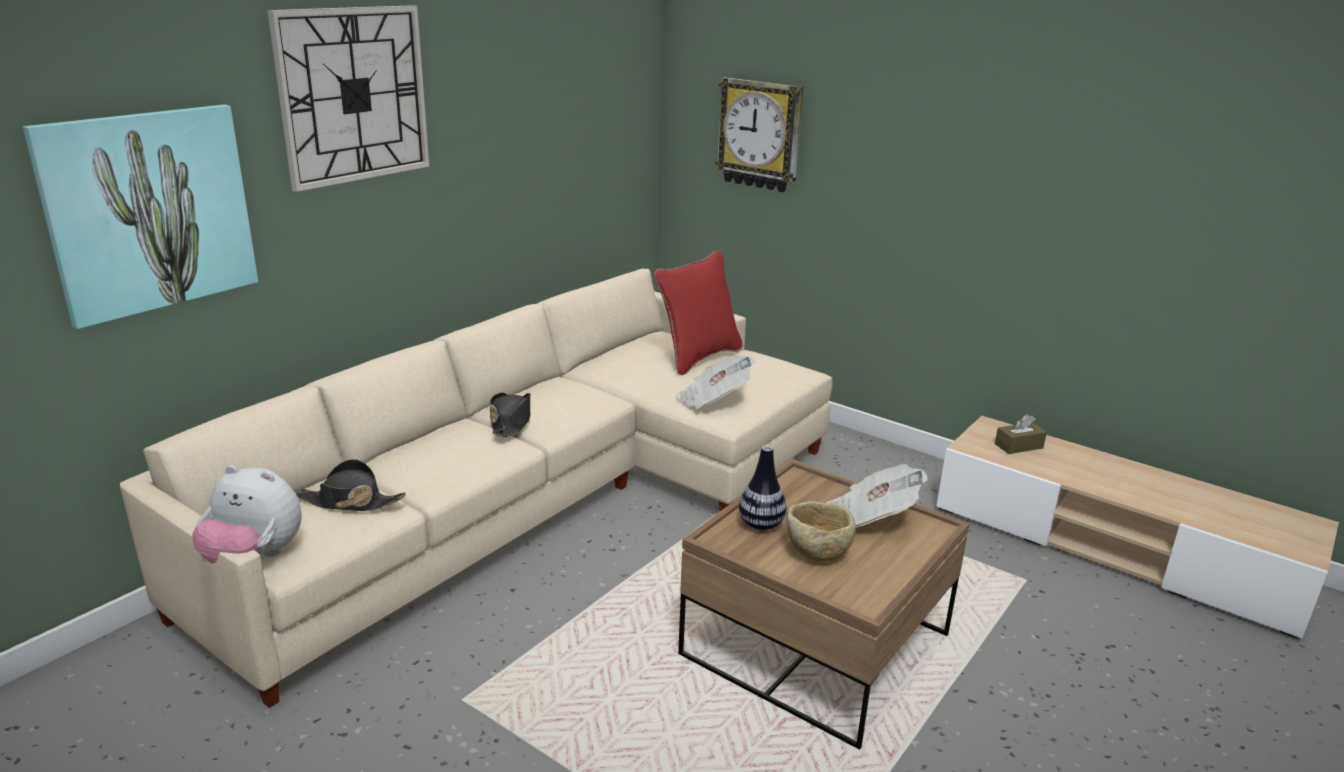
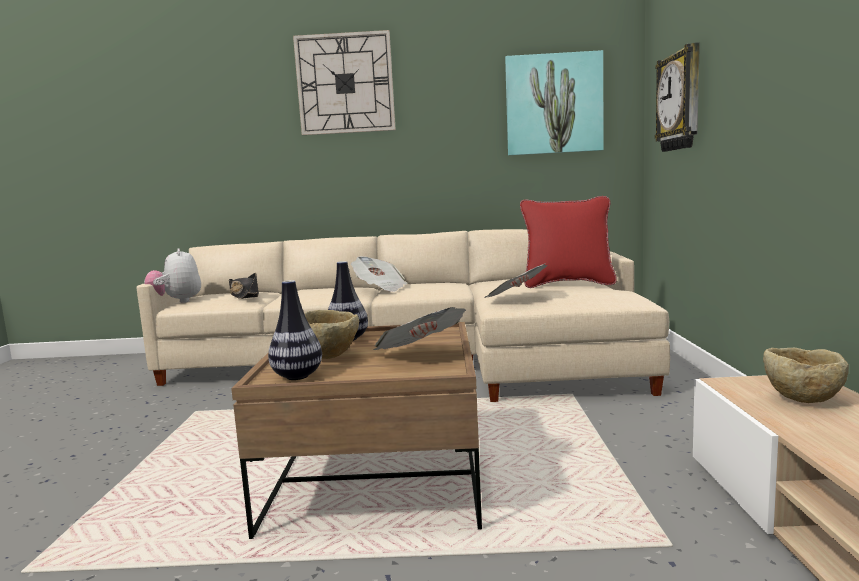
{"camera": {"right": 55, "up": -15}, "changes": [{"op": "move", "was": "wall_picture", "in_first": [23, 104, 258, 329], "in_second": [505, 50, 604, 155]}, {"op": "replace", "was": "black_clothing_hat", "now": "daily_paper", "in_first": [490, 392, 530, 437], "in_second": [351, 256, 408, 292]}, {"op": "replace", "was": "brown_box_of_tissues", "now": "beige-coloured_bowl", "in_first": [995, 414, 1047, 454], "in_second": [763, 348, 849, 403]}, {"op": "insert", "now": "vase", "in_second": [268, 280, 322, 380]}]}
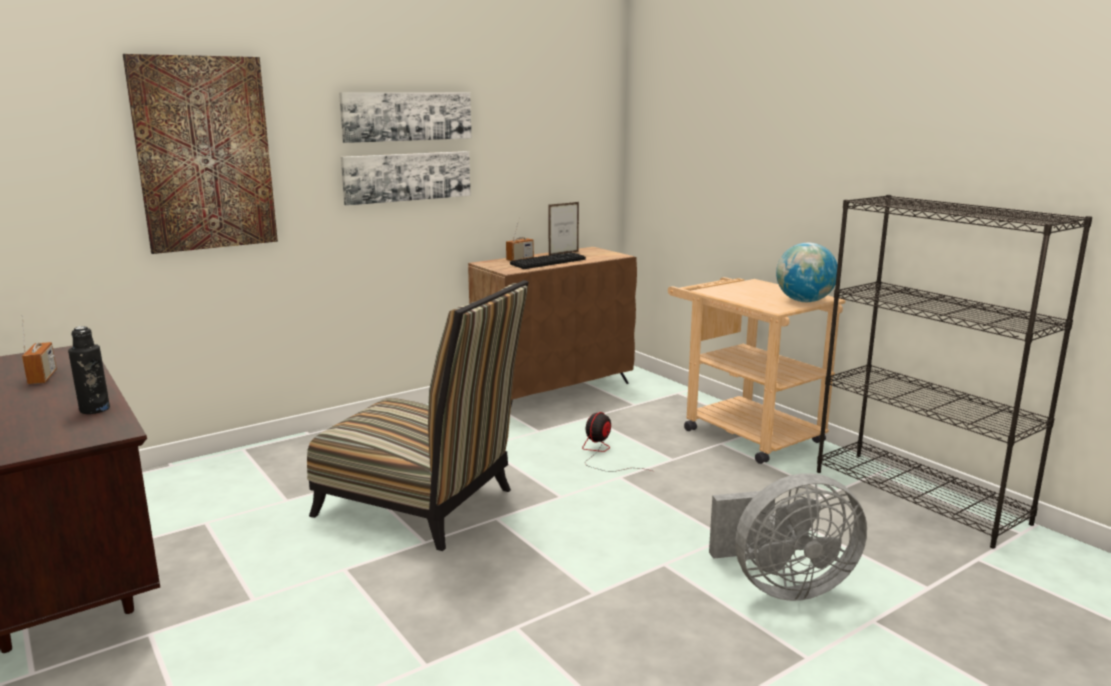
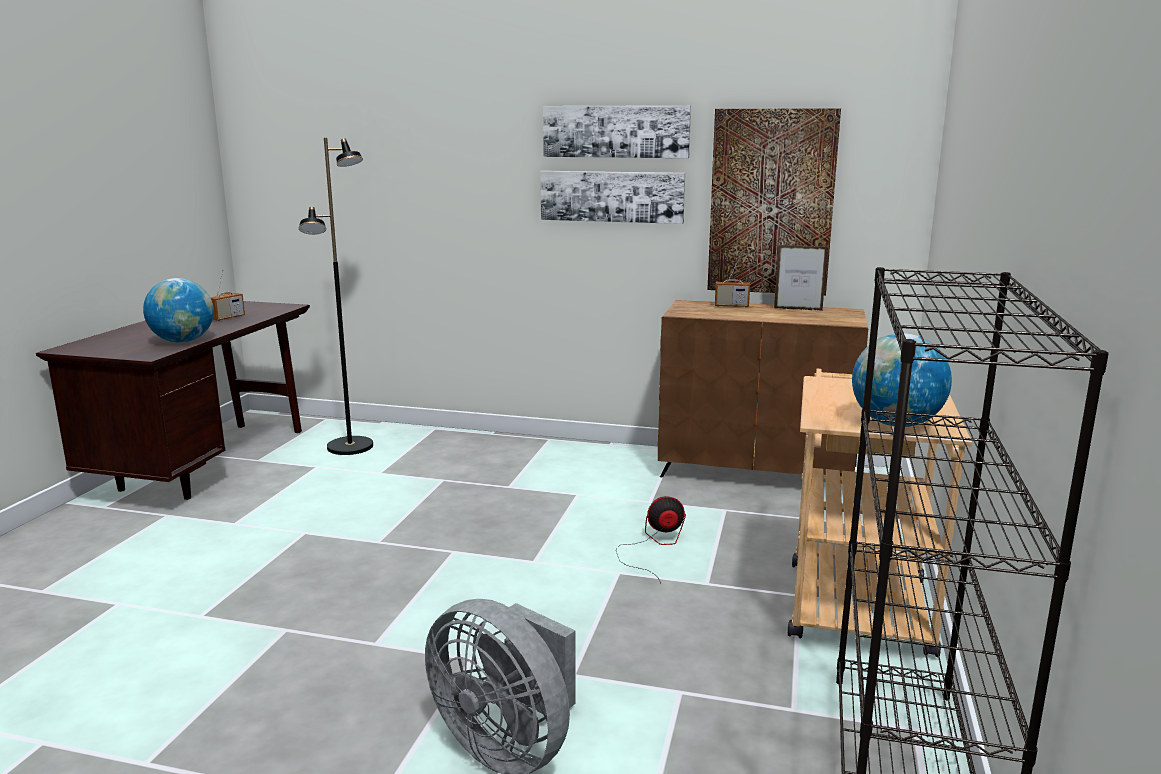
{"camera": {"right": 50, "up": 0}, "changes": [{"op": "move", "was": "wall_picture", "in_first": [123, 54, 278, 254], "in_second": [707, 108, 841, 295]}, {"op": "delete", "was": "PC_keyboard", "in_first": [510, 253, 586, 269]}, {"op": "delete", "was": "chair", "in_first": [307, 280, 529, 551]}, {"op": "replace", "was": "black_bottle", "now": "desk_globe", "in_first": [68, 327, 110, 414], "in_second": [143, 278, 214, 343]}, {"op": "insert", "now": "black_standing_lamp", "in_second": [299, 138, 373, 455]}]}
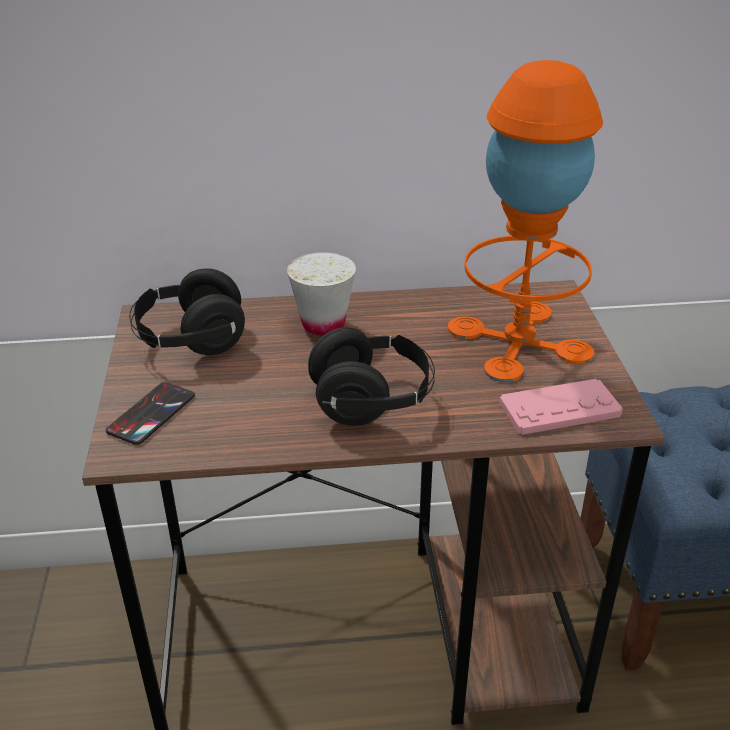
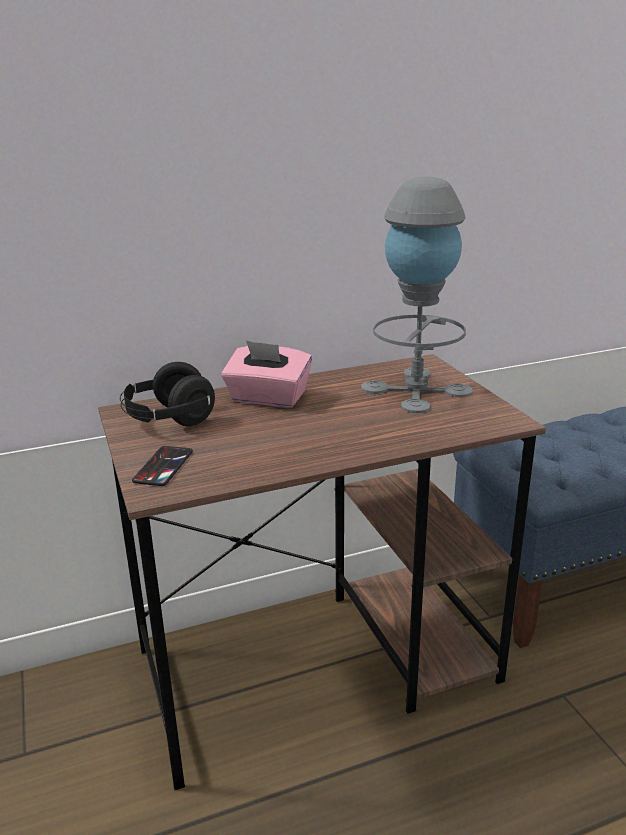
{"camera": {"right": -15, "up": -10}, "changes": [{"op": "recolor", "was": "orange_lamp_for_a_table", "now": "grey_lamp_for_a_table", "in_first": [448, 60, 603, 382], "in_second": [361, 176, 473, 413]}, {"op": "replace", "was": "white_cup", "now": "pink-coloured_box_of_tissues", "in_first": [287, 252, 356, 335], "in_second": [221, 341, 312, 408]}, {"op": "delete", "was": "black_headphones", "in_first": [308, 328, 435, 426]}, {"op": "delete", "was": "pink-coloured_game_controller", "in_first": [499, 379, 623, 435]}]}
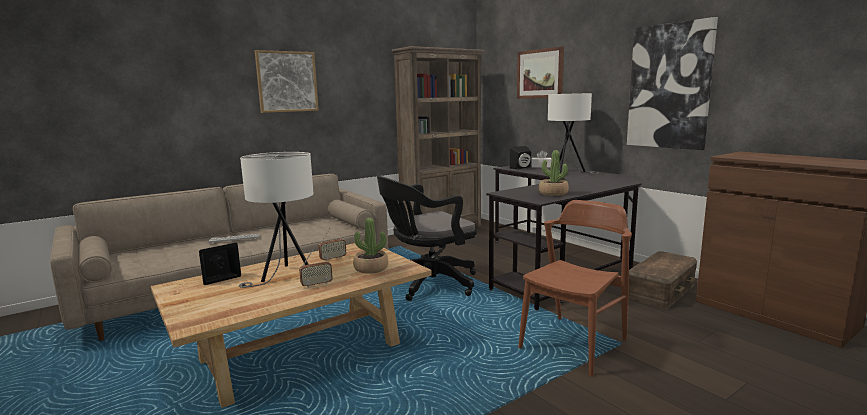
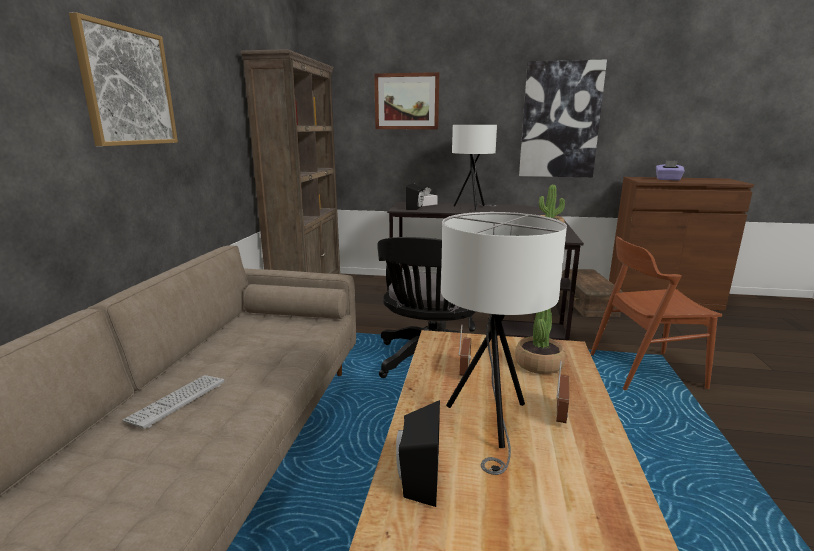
{"camera": {"right": -45, "up": 5}, "changes": [{"op": "rotate", "was": "brown_chair", "in_first": [518, 200, 632, 376], "in_second": [590, 236, 722, 390], "clockwise": -90}, {"op": "insert", "now": "purplish_box_of_tissues", "in_second": [656, 160, 685, 181]}]}
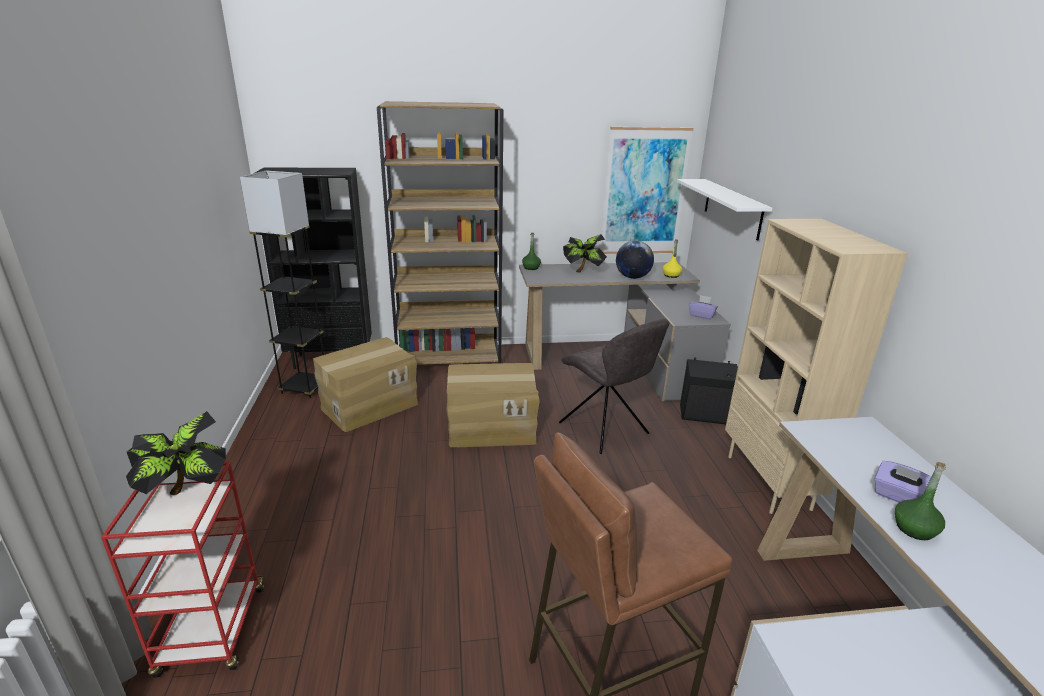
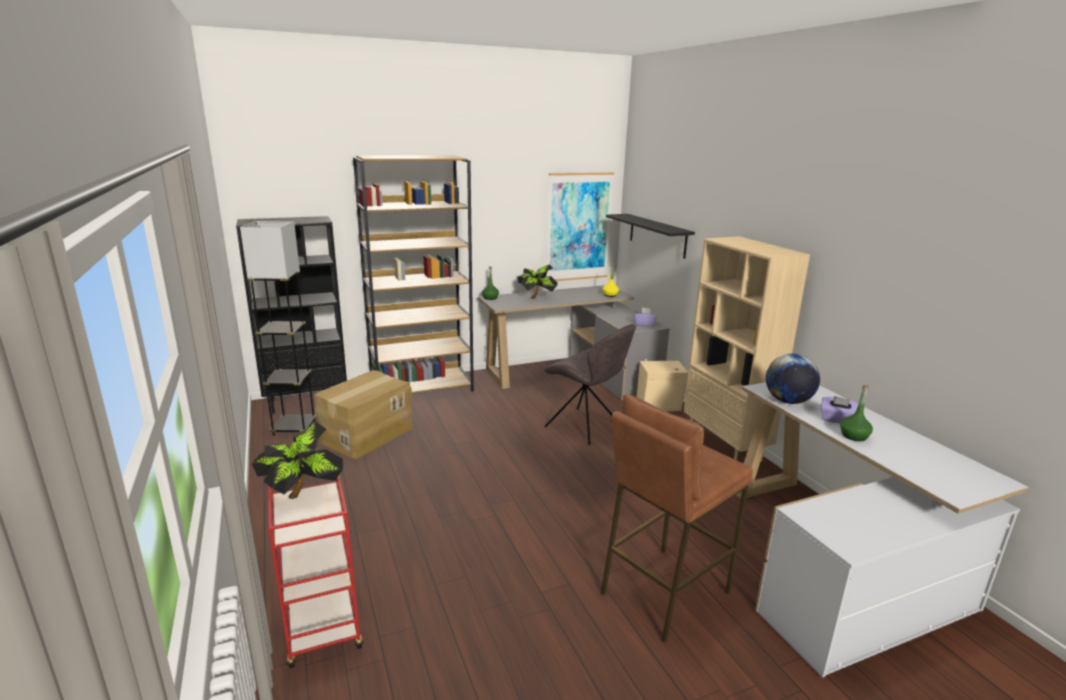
{"camera": {"right": -15, "up": -5}, "changes": [{"op": "recolor", "was": "white_shelf", "now": "black_shelf", "in_first": [677, 179, 772, 240], "in_second": [606, 214, 695, 259]}, {"op": "move", "was": "desk_globe", "in_first": [616, 241, 654, 279], "in_second": [766, 354, 820, 404]}, {"op": "recolor", "was": "black_speaker", "now": "beige-coloured_speaker", "in_first": [680, 358, 738, 424], "in_second": [637, 359, 688, 411]}, {"op": "delete", "was": "carton", "in_first": [447, 363, 540, 447]}]}
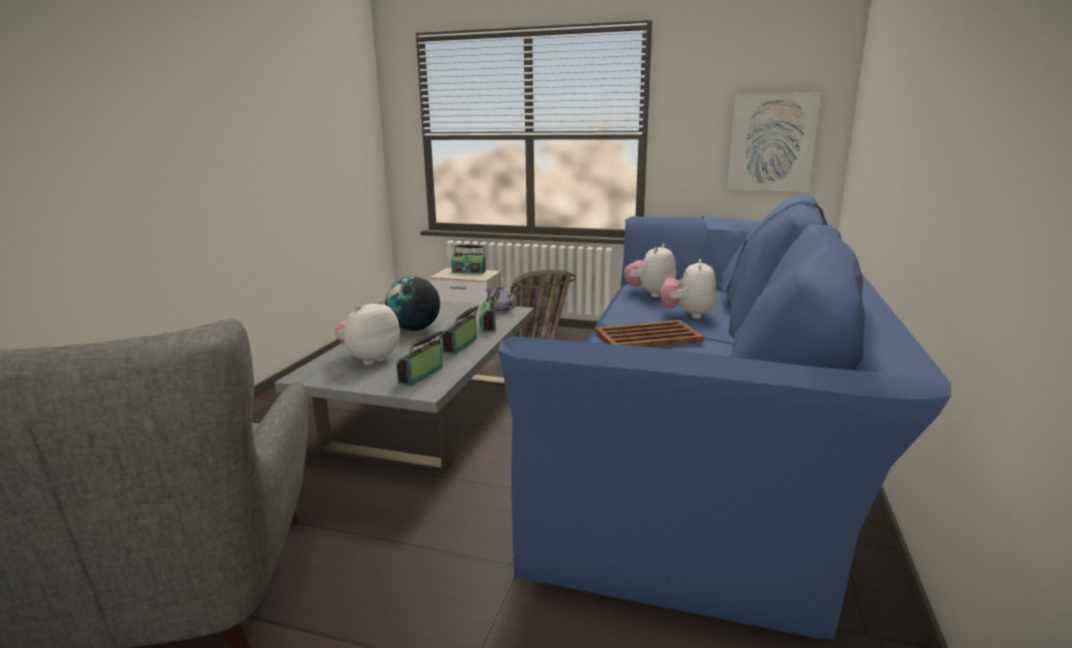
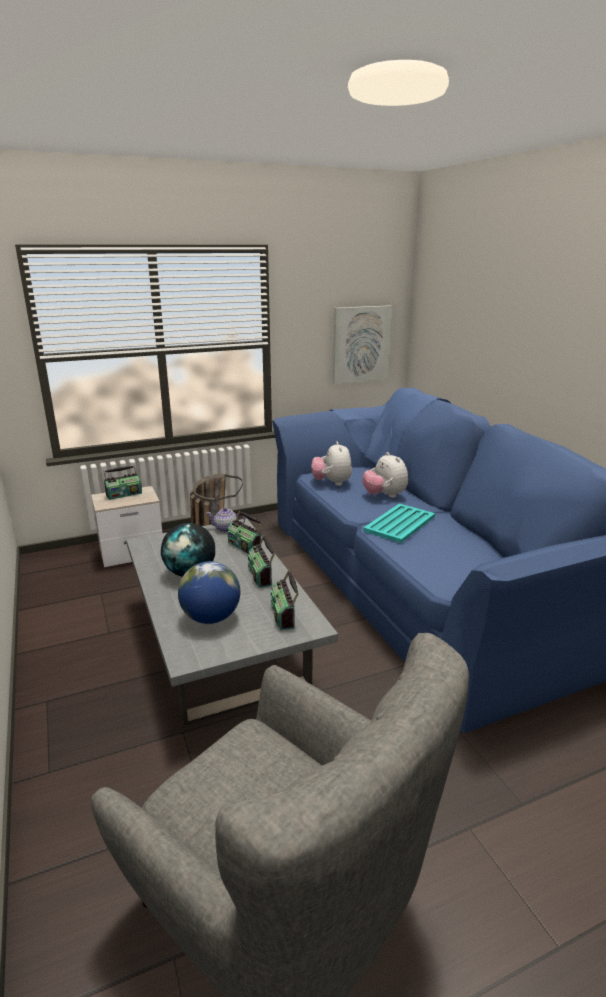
{"camera": {"right": -40, "up": 5}, "changes": [{"op": "replace", "was": "plush_toy", "now": "desk_globe", "in_first": [335, 299, 400, 365], "in_second": [178, 561, 240, 624]}, {"op": "recolor", "was": "brown_tray", "now": "blue-green_tray", "in_first": [595, 320, 704, 347], "in_second": [363, 503, 435, 543]}]}
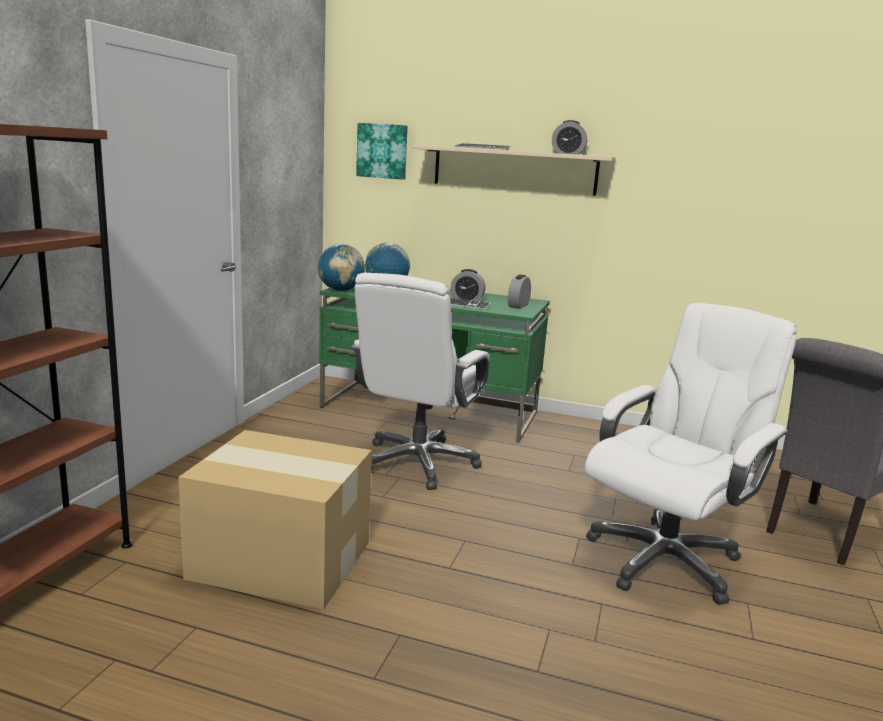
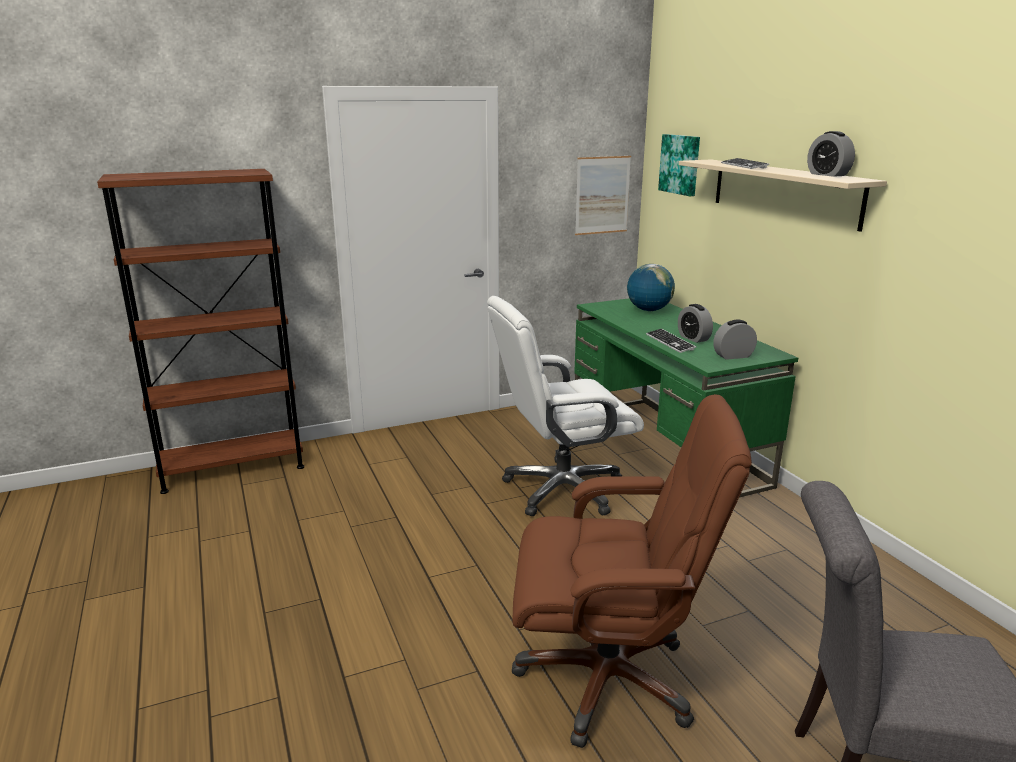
{"camera": {"right": 50, "up": 5}, "changes": [{"op": "delete", "was": "desk_globe", "in_first": [318, 244, 365, 292]}, {"op": "recolor", "was": "white_computer_chair", "now": "brown_computer_chair", "in_first": [584, 303, 797, 605], "in_second": [512, 394, 752, 748]}, {"op": "delete", "was": "carton", "in_first": [178, 430, 372, 609]}, {"op": "insert", "now": "wall_picture", "in_second": [575, 156, 631, 235]}]}
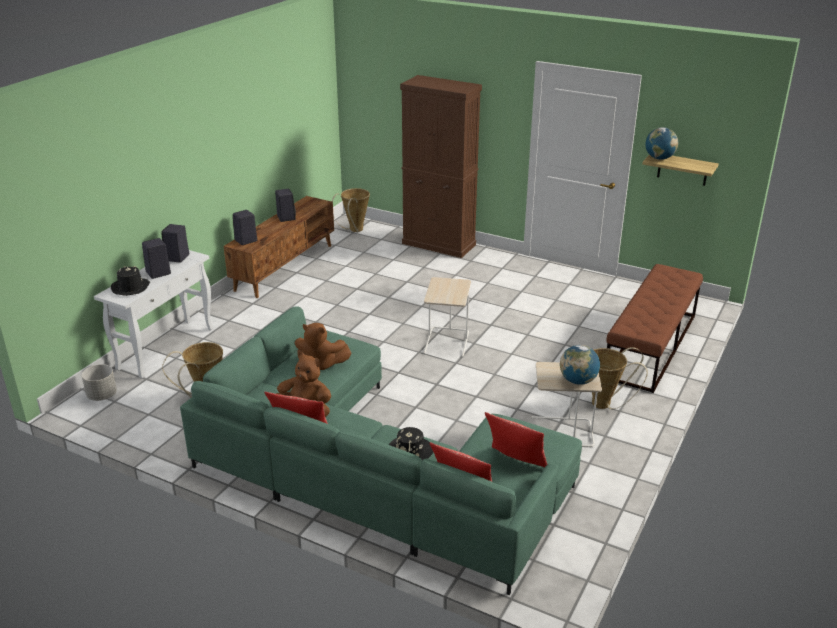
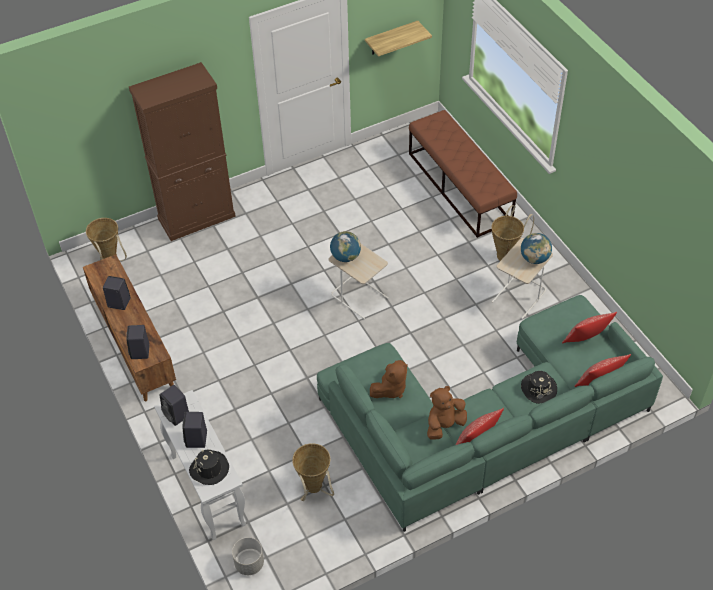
{"camera": {"right": -55, "up": 20}, "changes": [{"op": "move", "was": "desk_globe", "in_first": [645, 127, 678, 160], "in_second": [330, 231, 361, 262]}]}
